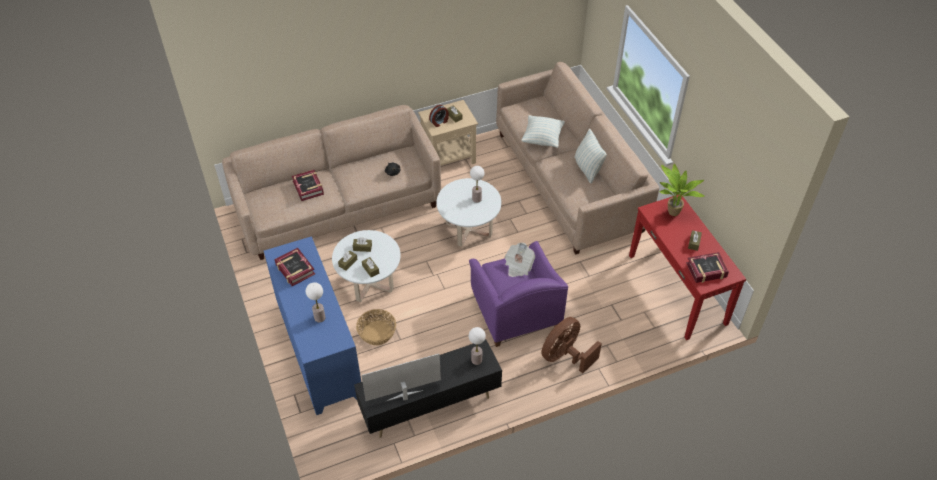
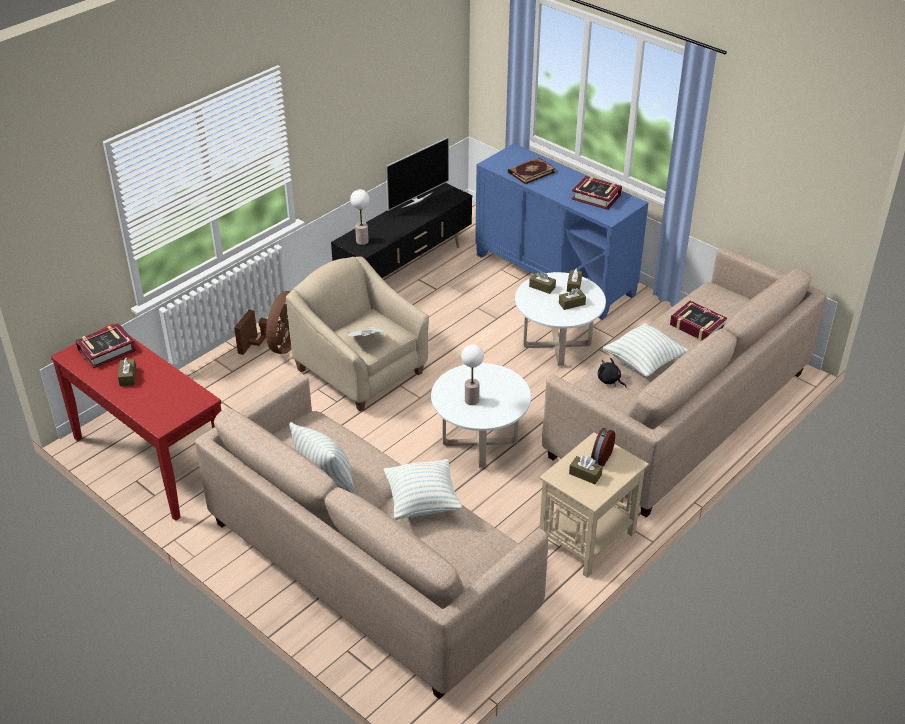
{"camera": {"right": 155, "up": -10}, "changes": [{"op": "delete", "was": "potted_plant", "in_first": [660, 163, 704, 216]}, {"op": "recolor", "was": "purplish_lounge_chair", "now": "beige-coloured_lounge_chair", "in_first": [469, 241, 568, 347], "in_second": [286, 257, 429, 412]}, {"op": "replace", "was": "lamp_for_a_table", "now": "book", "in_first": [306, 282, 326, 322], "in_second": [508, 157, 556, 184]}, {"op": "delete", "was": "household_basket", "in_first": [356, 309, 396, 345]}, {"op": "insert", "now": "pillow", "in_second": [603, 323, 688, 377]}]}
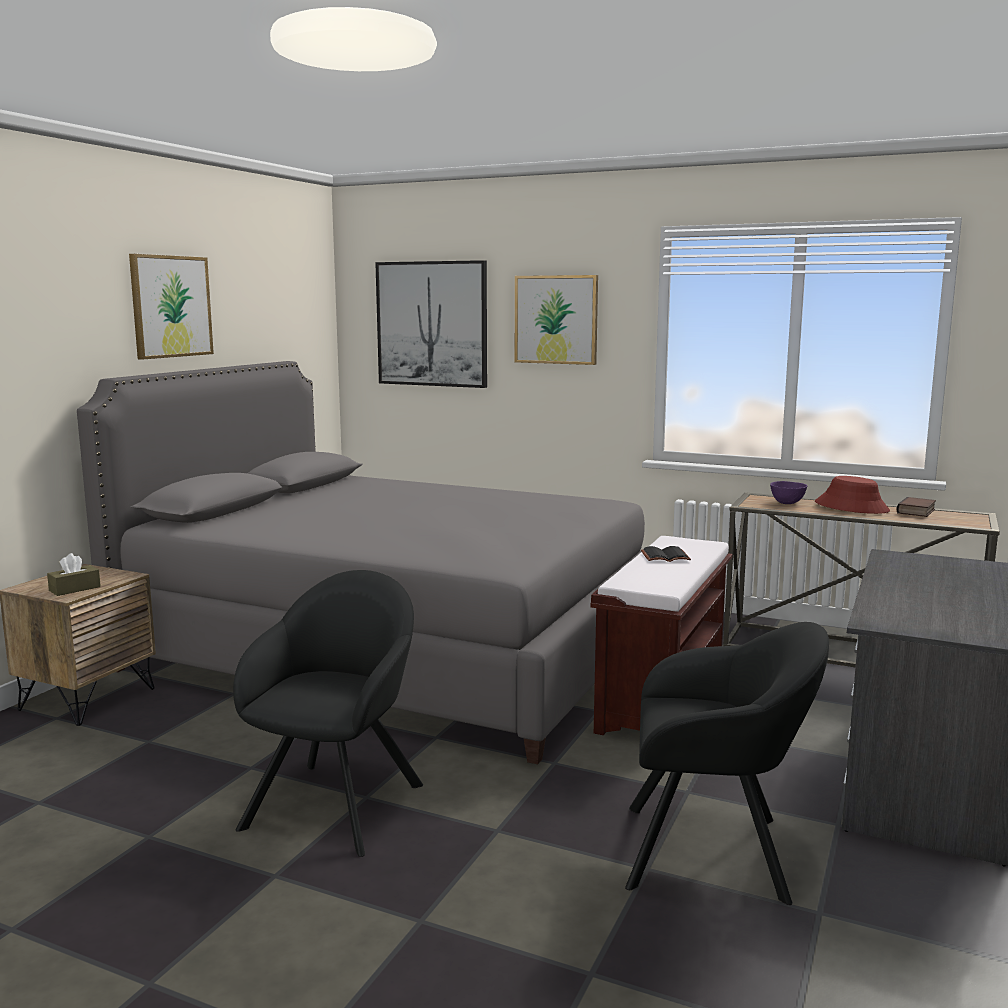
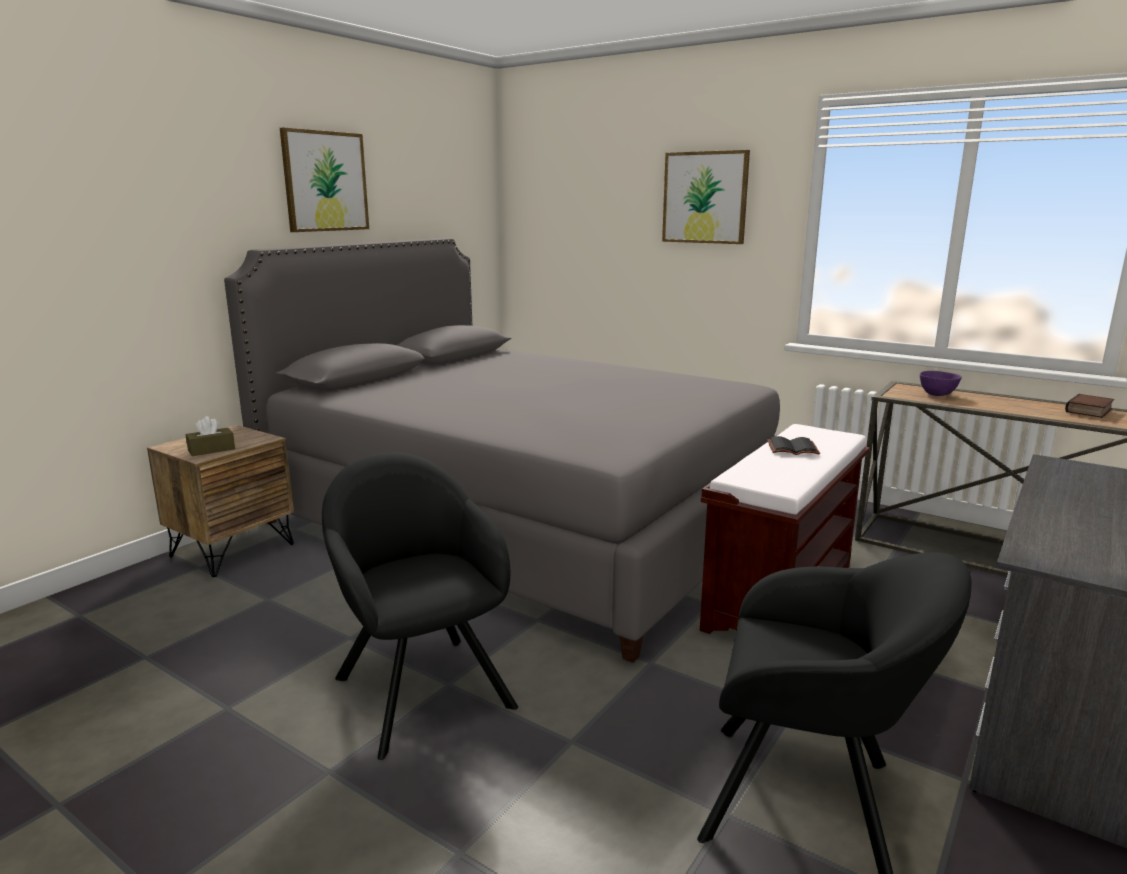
{"camera": {"right": 10, "up": 5}, "changes": [{"op": "delete", "was": "wall_picture", "in_first": [375, 260, 487, 388]}, {"op": "delete", "was": "reddish_clothing_hat", "in_first": [815, 476, 890, 514]}, {"op": "rotate", "was": "black_lounge_chair", "in_first": [233, 570, 423, 857], "in_second": [322, 452, 518, 760], "clockwise": -60}]}
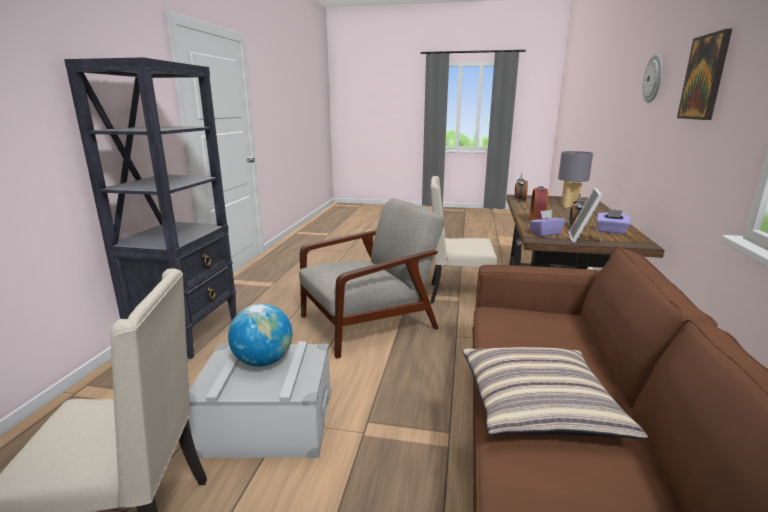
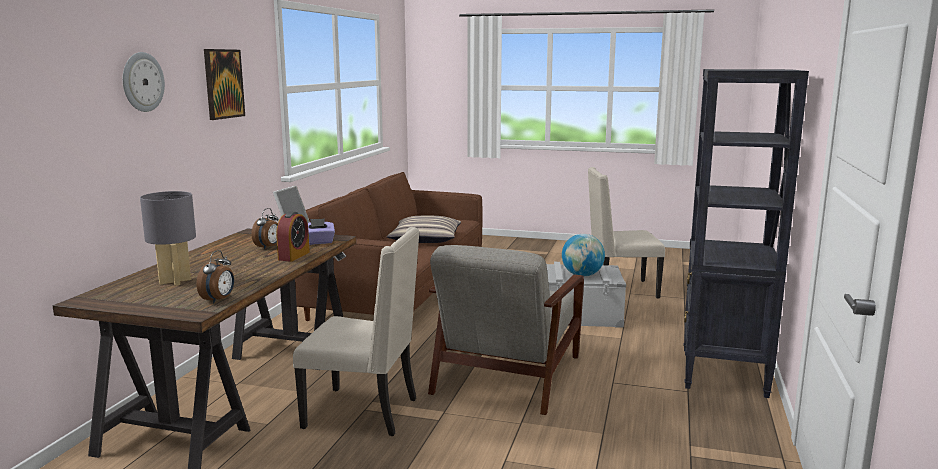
{"camera": {"right": -175, "up": -5}, "changes": [{"op": "rotate", "was": "grey_lounge_chair", "in_first": [299, 198, 445, 359], "in_second": [428, 245, 584, 415], "clockwise": -45}, {"op": "delete", "was": "purplish_box_of_tissues", "in_first": [597, 209, 630, 234]}]}
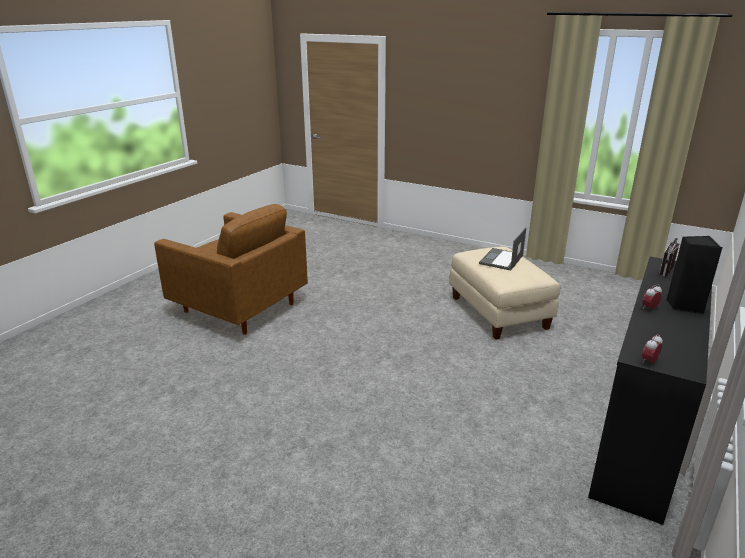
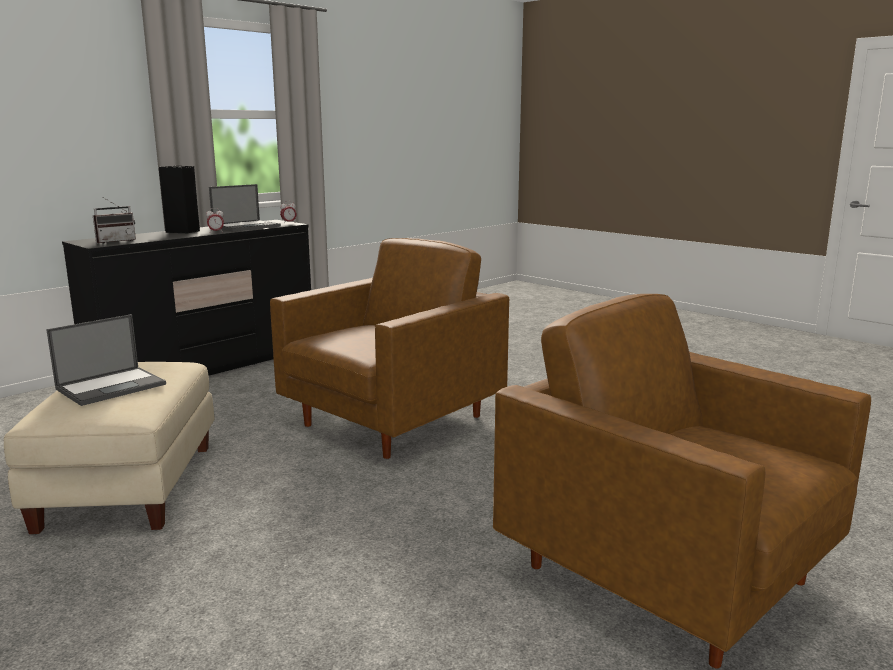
{"camera": {"right": -165, "up": -10}, "changes": [{"op": "insert", "now": "laptop", "in_second": [209, 184, 281, 231]}, {"op": "insert", "now": "brown_lounge_chair", "in_second": [270, 238, 509, 459]}]}
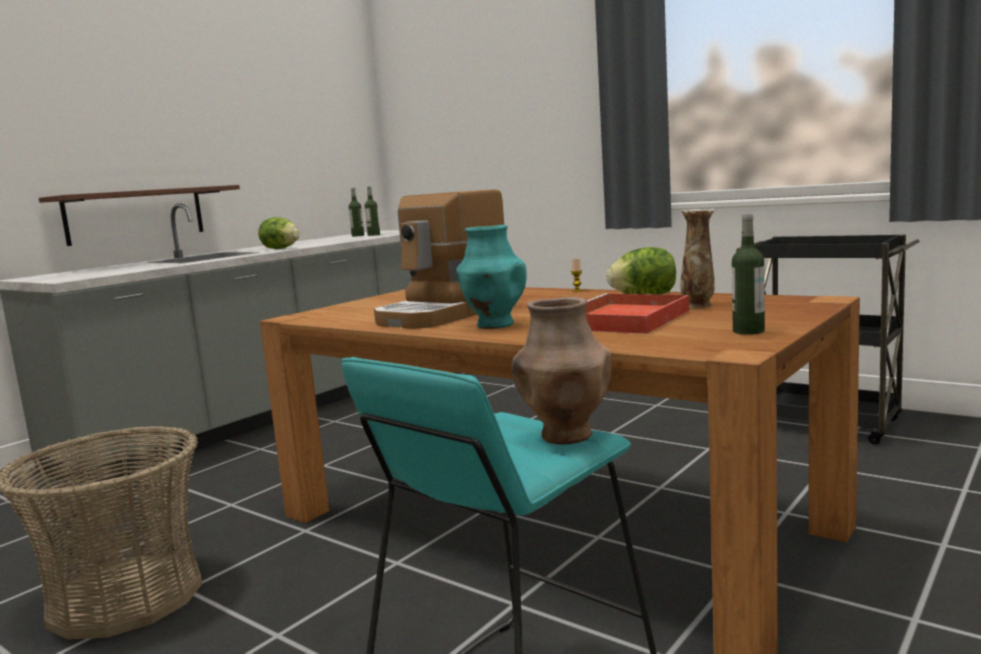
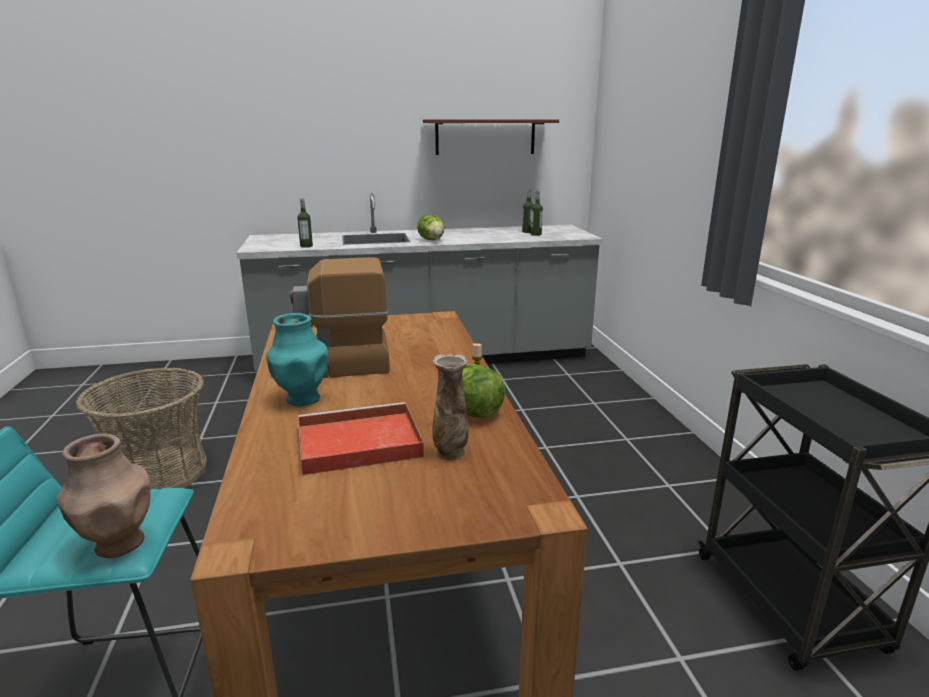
{"camera": {"right": 40, "up": 10}, "changes": [{"op": "move", "was": "shelf", "in_first": [39, 185, 240, 246], "in_second": [423, 119, 559, 155]}, {"op": "move", "was": "bottle", "in_first": [732, 214, 765, 335], "in_second": [297, 198, 313, 248]}]}
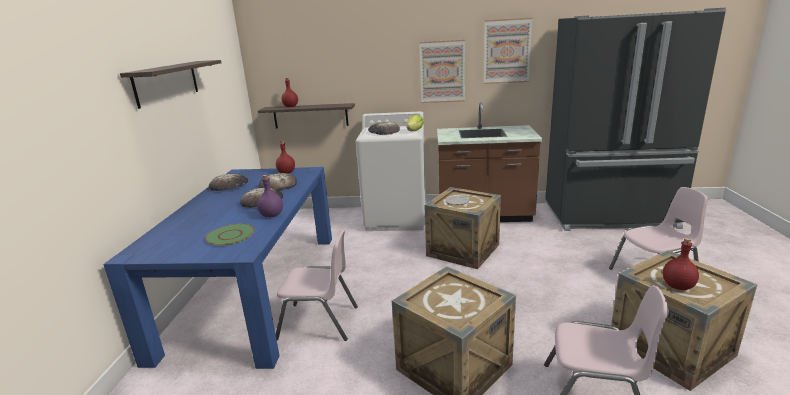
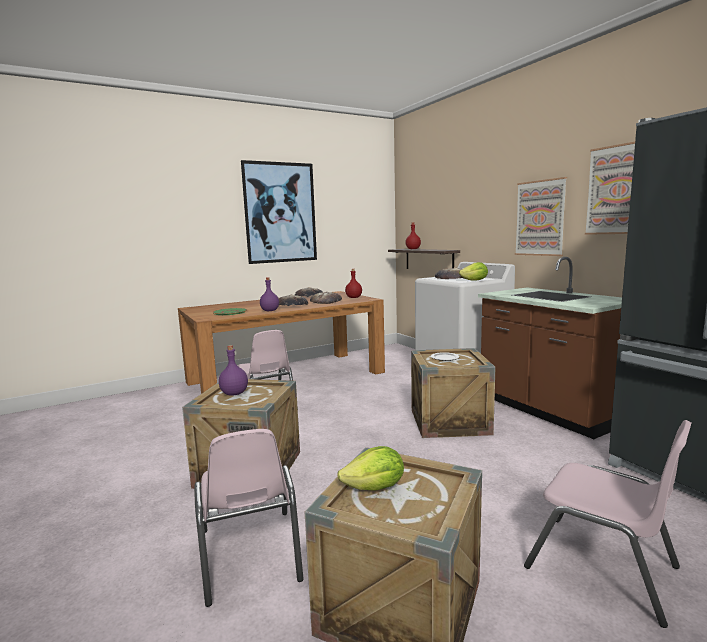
{"camera": {"right": 55, "up": -10}, "changes": [{"op": "replace", "was": "shelf", "now": "wall_picture", "in_first": [120, 60, 221, 109], "in_second": [241, 160, 317, 264]}, {"op": "recolor", "was": "blue_dinner_table", "now": "brown_dinner_table", "in_first": [103, 167, 332, 369], "in_second": [178, 291, 385, 394]}, {"op": "replace", "was": "reddish_bottle", "now": "lettuce_head", "in_first": [663, 238, 699, 290], "in_second": [337, 446, 404, 491]}, {"op": "insert", "now": "purplish_bottle", "in_second": [219, 345, 248, 396]}]}
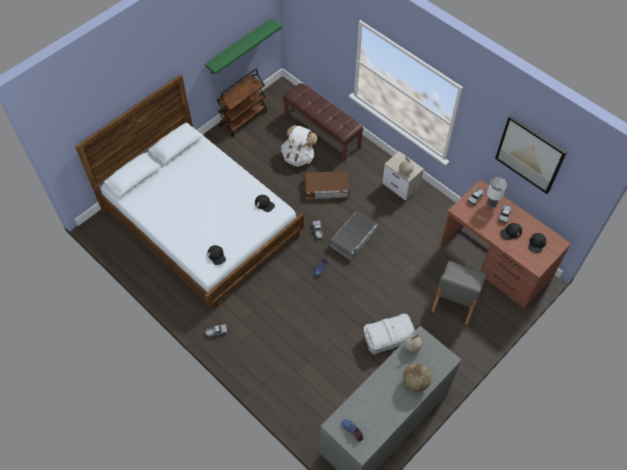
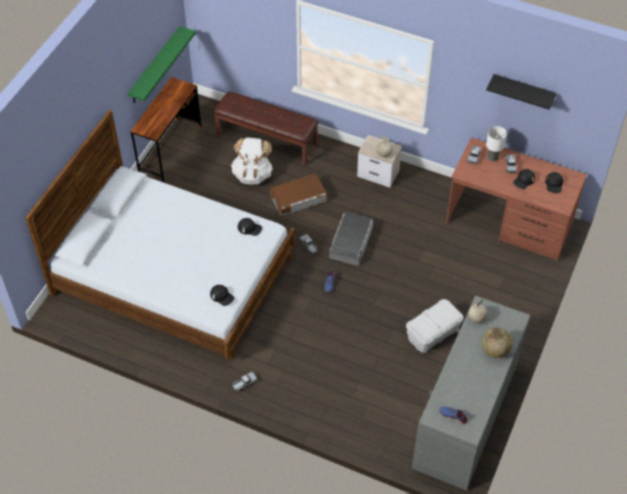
{"camera": {"right": -20, "up": -5}, "changes": [{"op": "replace", "was": "brown_trolley", "now": "brown_desk", "in_first": [217, 69, 267, 137], "in_second": [131, 77, 202, 182]}, {"op": "replace", "was": "wall_picture", "now": "black_shelf", "in_first": [495, 115, 567, 194], "in_second": [486, 74, 557, 110]}, {"op": "delete", "was": "grey_chair", "in_first": [432, 261, 486, 325]}]}
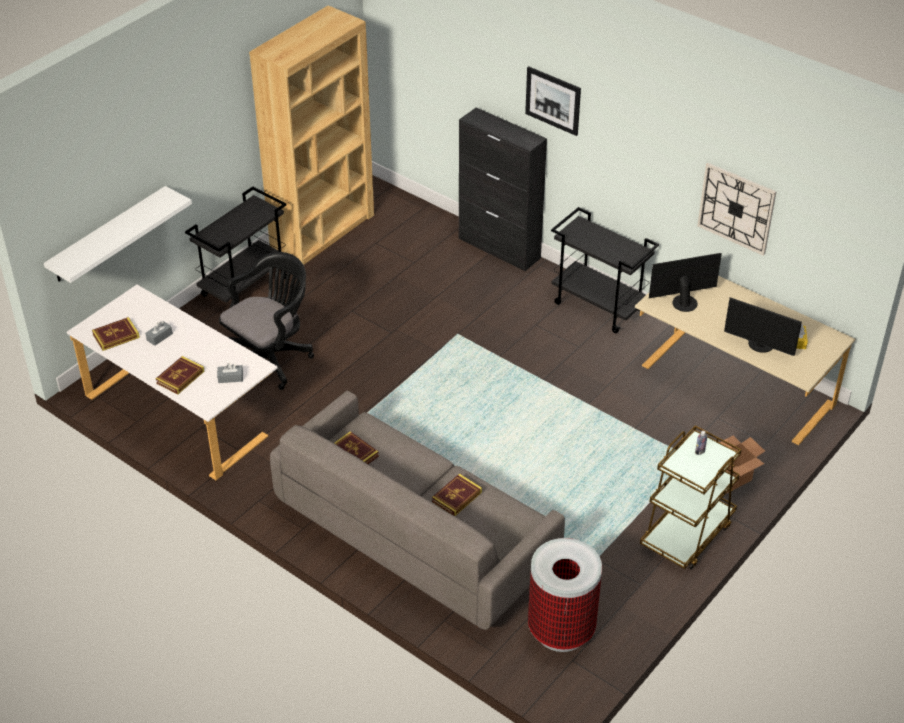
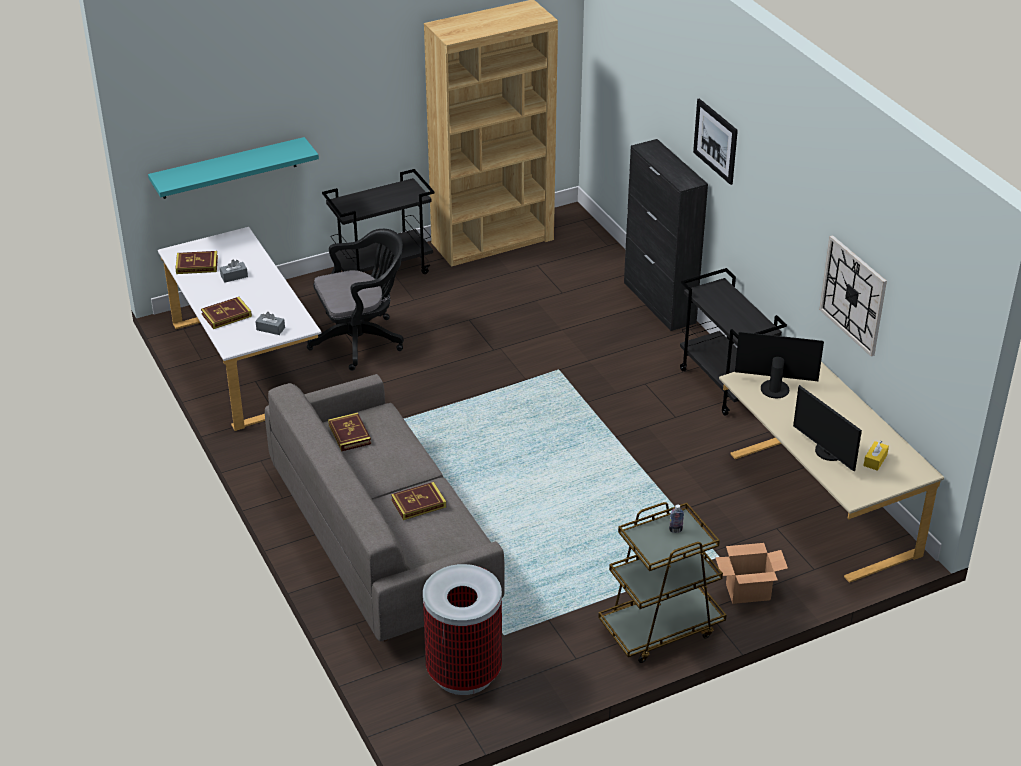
{"camera": {"right": 25, "up": -5}, "changes": [{"op": "recolor", "was": "white_shelf", "now": "blue-green_shelf", "in_first": [44, 186, 192, 283], "in_second": [148, 137, 319, 199]}]}
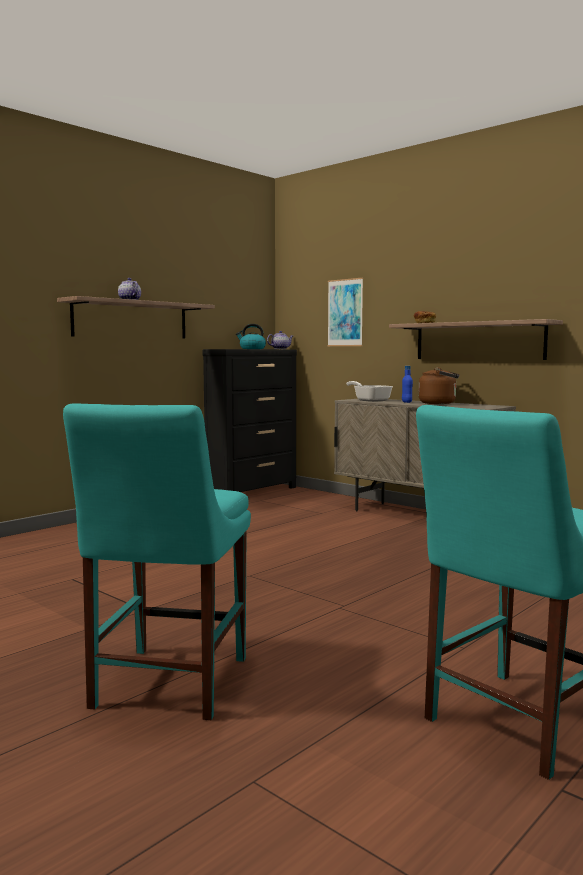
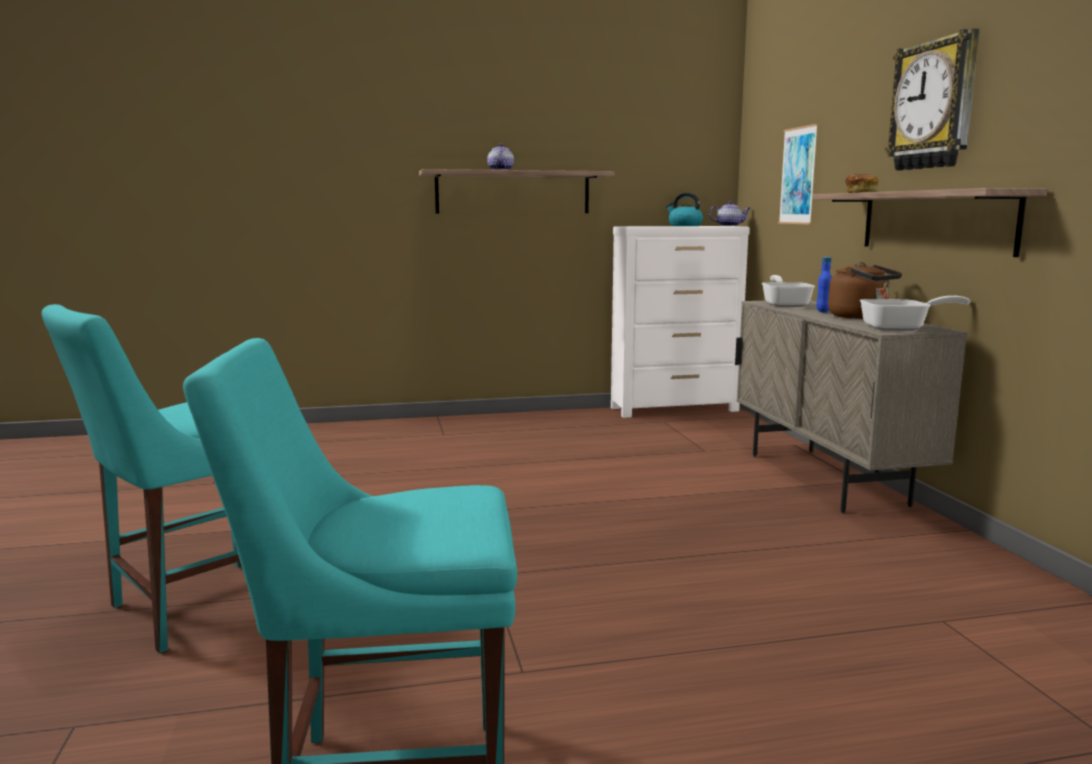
{"camera": {"right": 35, "up": 5}, "changes": [{"op": "recolor", "was": "black_chest_of_drawers", "now": "white_chest_of_drawers", "in_first": [203, 349, 297, 492], "in_second": [611, 226, 750, 418]}, {"op": "insert", "now": "wall_clock", "in_second": [885, 28, 980, 170]}, {"op": "insert", "now": "skillet", "in_second": [860, 296, 971, 331]}]}
